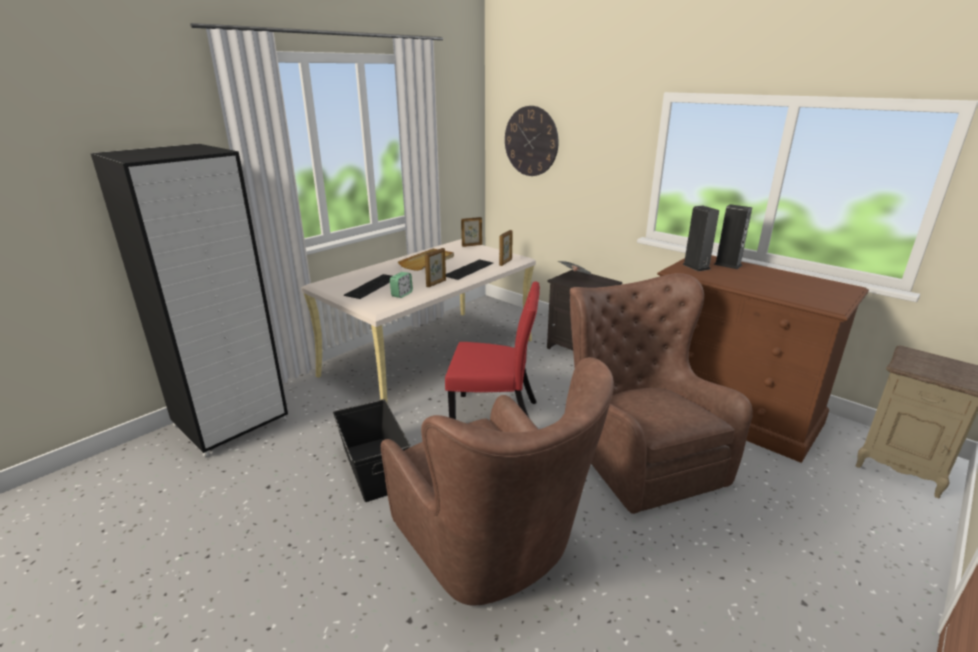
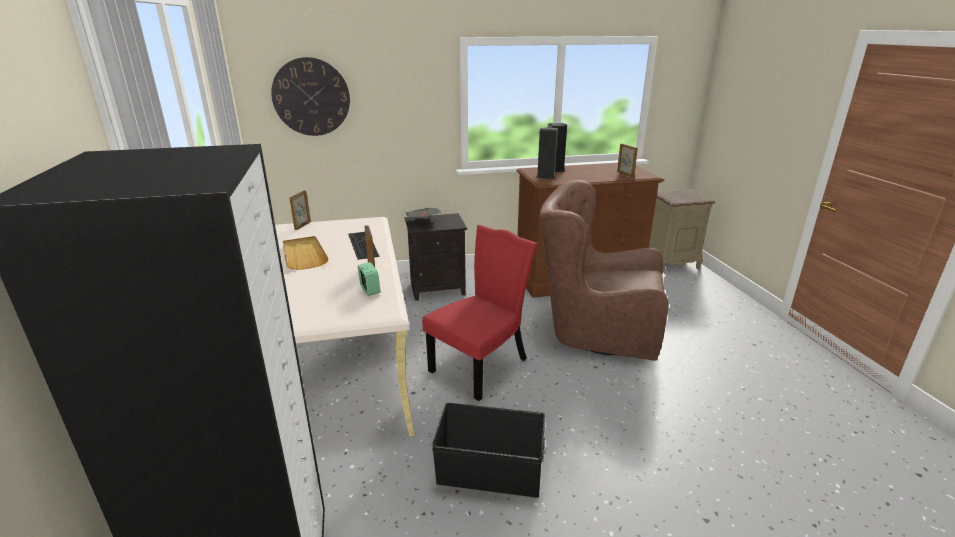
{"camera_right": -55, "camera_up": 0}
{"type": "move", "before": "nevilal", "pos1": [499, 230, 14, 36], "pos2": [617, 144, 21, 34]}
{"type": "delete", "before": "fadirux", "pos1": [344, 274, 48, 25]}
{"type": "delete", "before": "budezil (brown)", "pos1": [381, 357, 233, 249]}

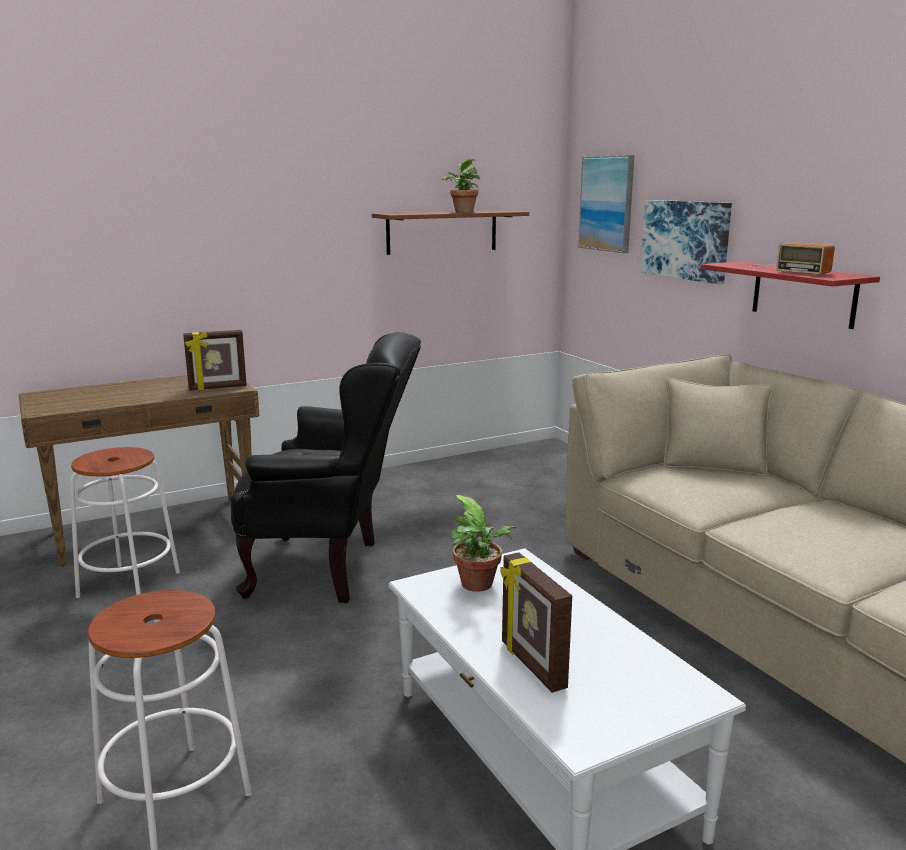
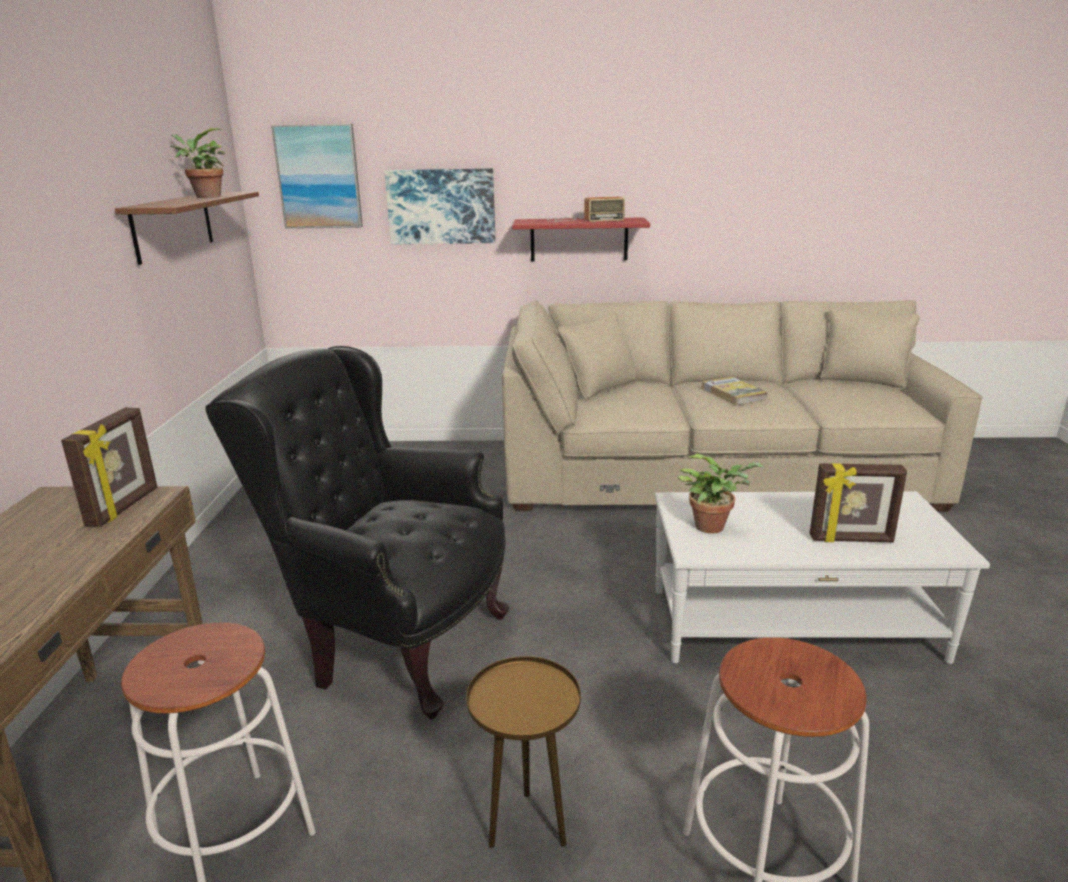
{"camera_right": -60, "camera_up": 5}
{"type": "rotate", "before": "budezil (black)", "pos1": [231, 332, 190, 271], "pos2": [205, 346, 304, 373], "turn": -105}
{"type": "insert", "after": "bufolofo", "pos2": [702, 377, 66, 28]}
{"type": "insert", "after": "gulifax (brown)", "pos2": [466, 656, 115, 192]}

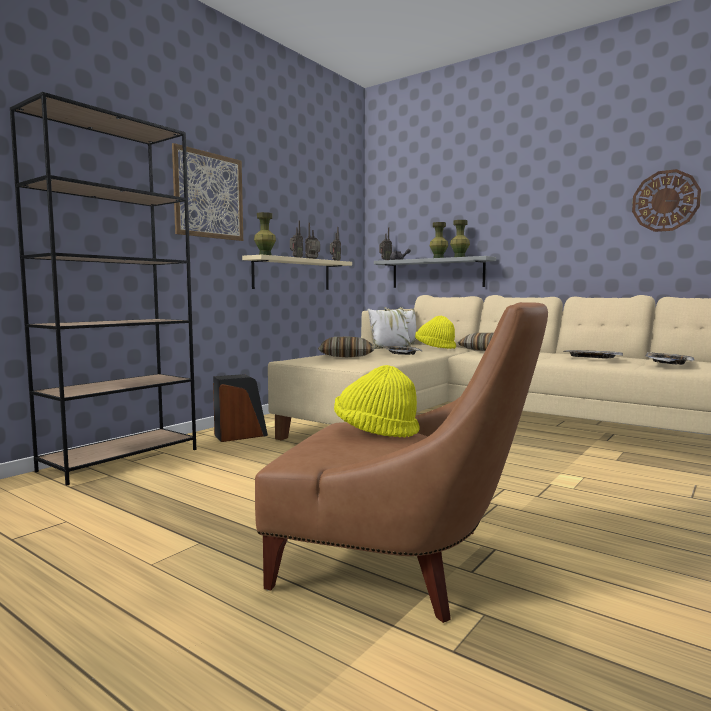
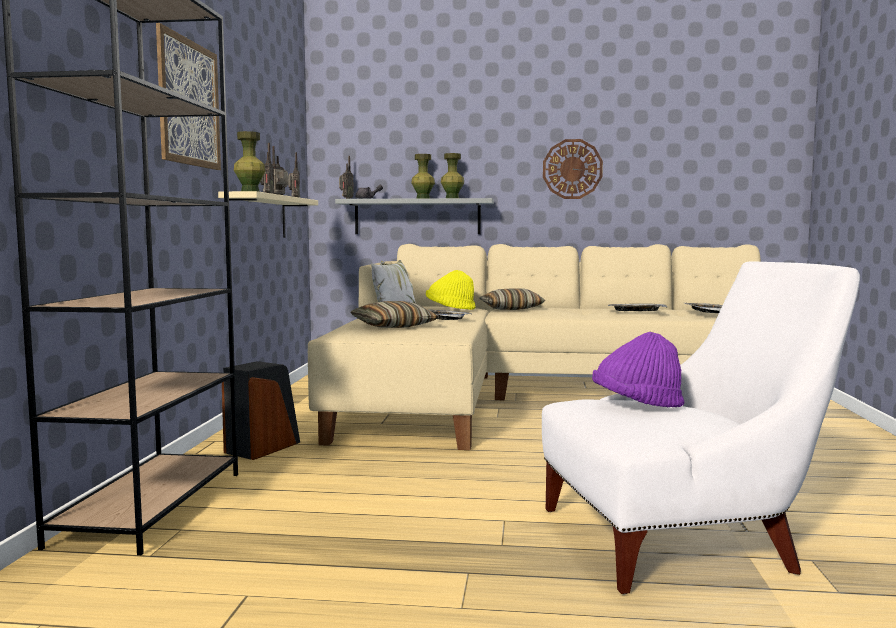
{"camera_right": -30, "camera_up": 0}
{"type": "move", "before": "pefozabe", "pos1": [632, 169, 69, 63], "pos2": [543, 139, 60, 60]}
{"type": "recolor", "before": "budezil (brown)", "after": "budezil (white)", "pos1": [255, 302, 293, 321], "pos2": [542, 261, 318, 333]}
{"type": "recolor", "before": "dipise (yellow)", "after": "dipise (purple)", "pos1": [334, 365, 85, 73], "pos2": [592, 332, 93, 75]}

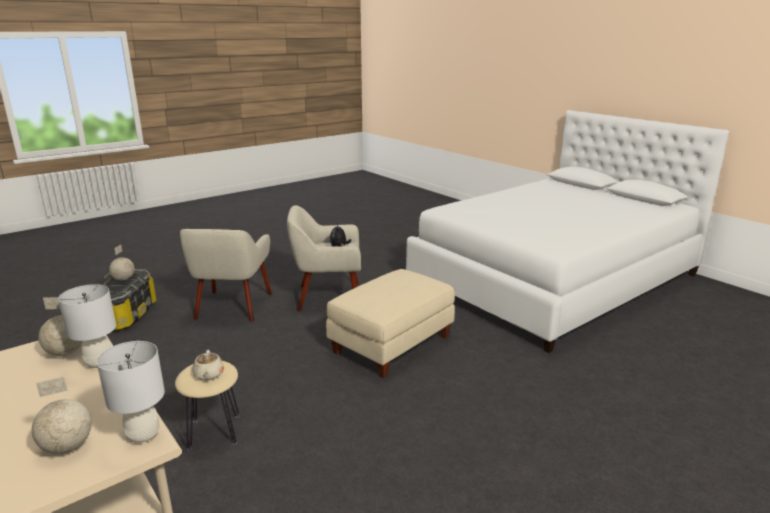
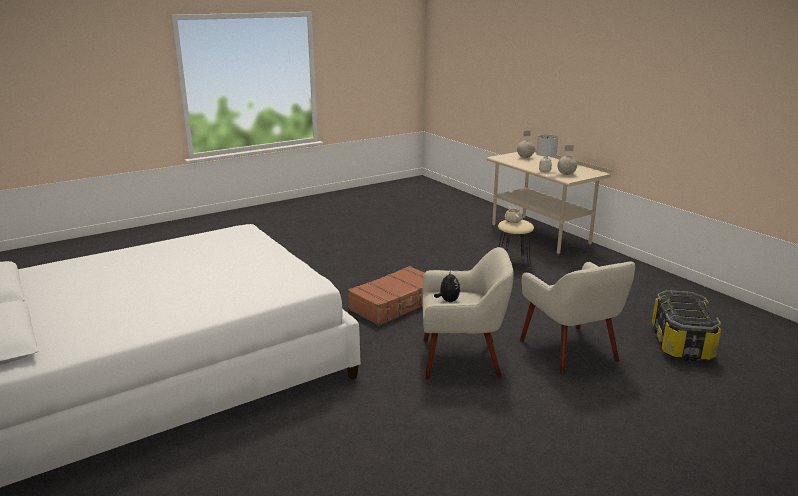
{"camera_right": -175, "camera_up": 0}
{"type": "rotate", "before": "budezil (beige)", "pos1": [180, 229, 92, 93], "pos2": [520, 262, 115, 113], "turn": 150}
{"type": "delete", "before": "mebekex", "pos1": [109, 245, 26, 35]}
{"type": "replace", "before": "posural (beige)", "after": "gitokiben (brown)", "pos1": [326, 269, 129, 109], "pos2": [348, 266, 76, 60]}
{"type": "delete", "before": "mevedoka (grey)", "pos1": [97, 341, 68, 102]}

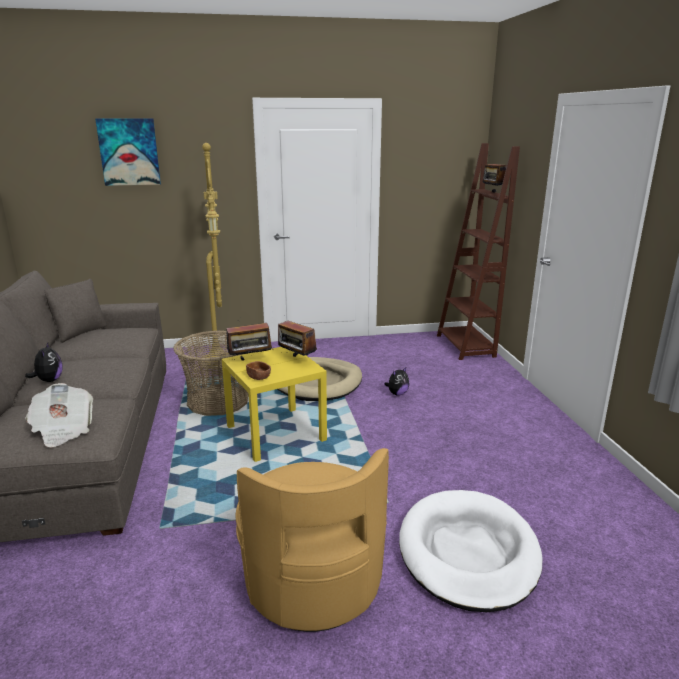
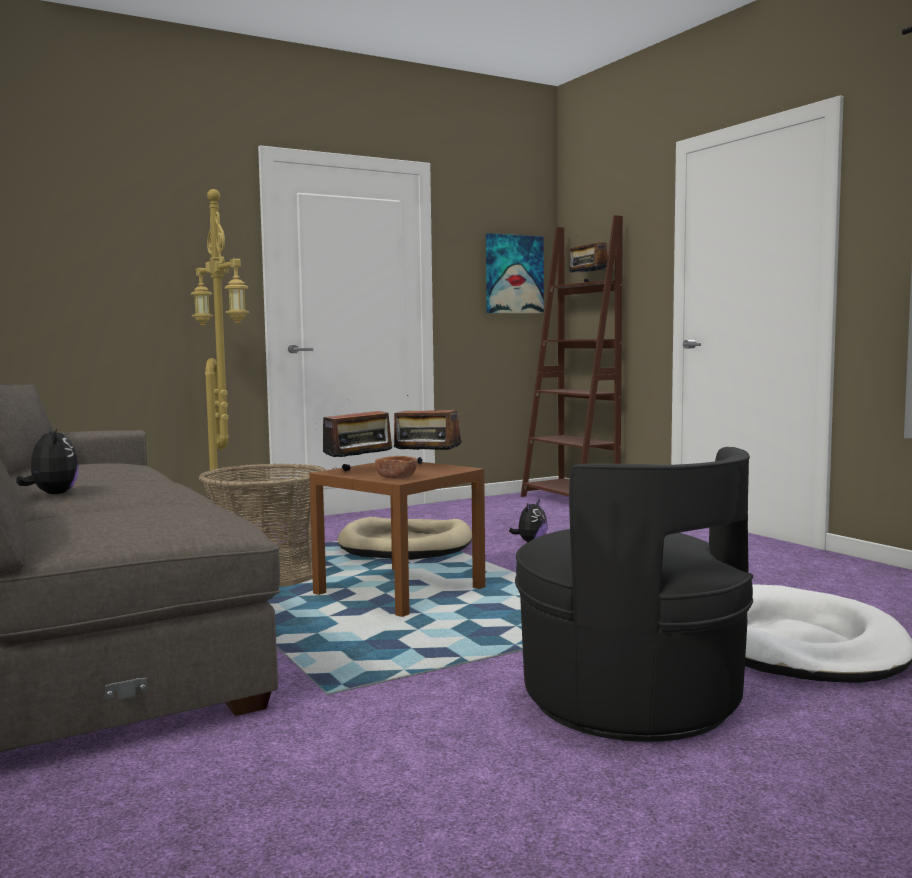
{"camera_right": -20, "camera_up": -15}
{"type": "move", "before": "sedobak", "pos1": [95, 118, 66, 68], "pos2": [486, 233, 58, 81]}
{"type": "recolor", "before": "gulifax (yellow)", "after": "gulifax (brown)", "pos1": [222, 347, 105, 115], "pos2": [309, 462, 176, 155]}
{"type": "delete", "before": "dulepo", "pos1": [26, 383, 67, 65]}
{"type": "recolor", "before": "budezil (beige)", "after": "budezil (black)", "pos1": [236, 448, 153, 184], "pos2": [515, 447, 238, 295]}

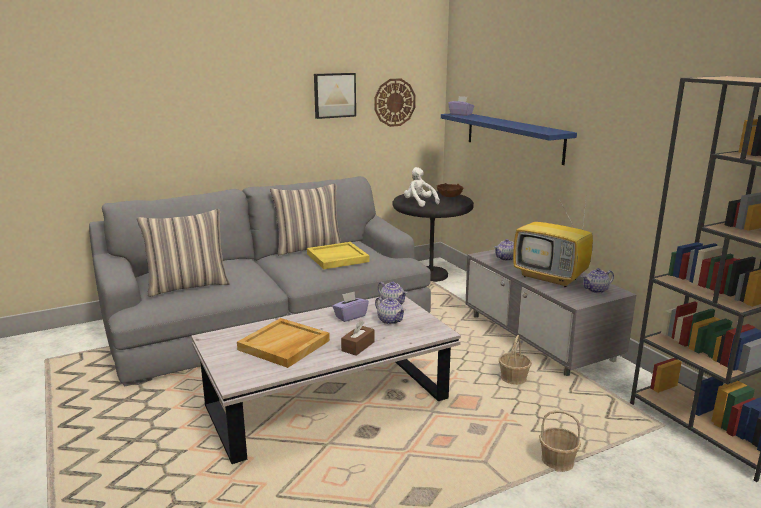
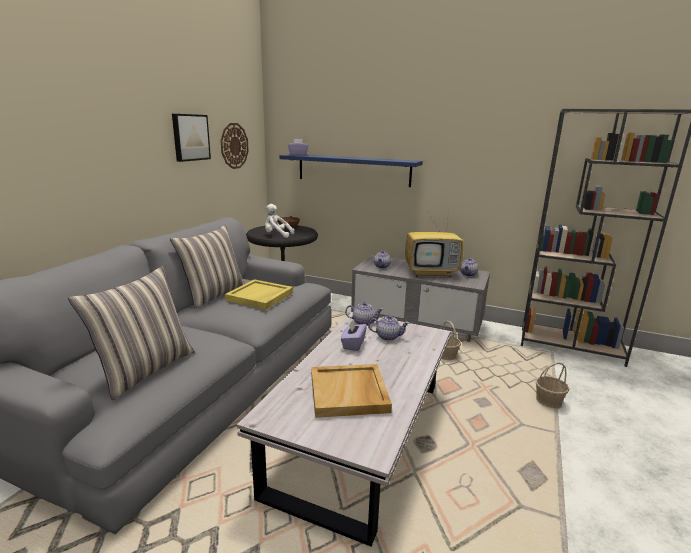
{"camera_right": -40, "camera_up": 0}
{"type": "delete", "before": "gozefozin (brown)", "pos1": [341, 320, 34, 36]}

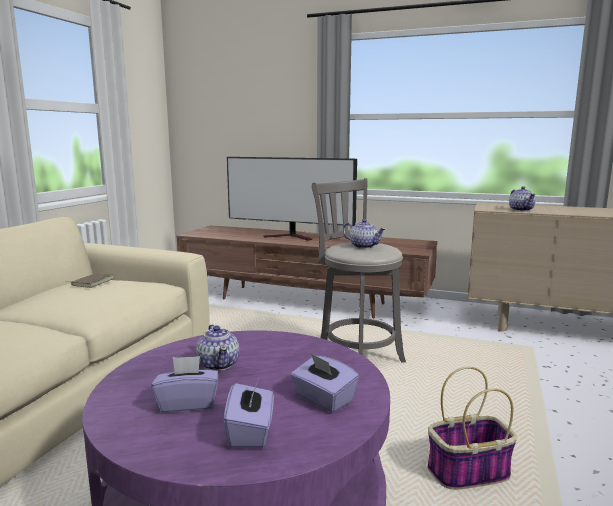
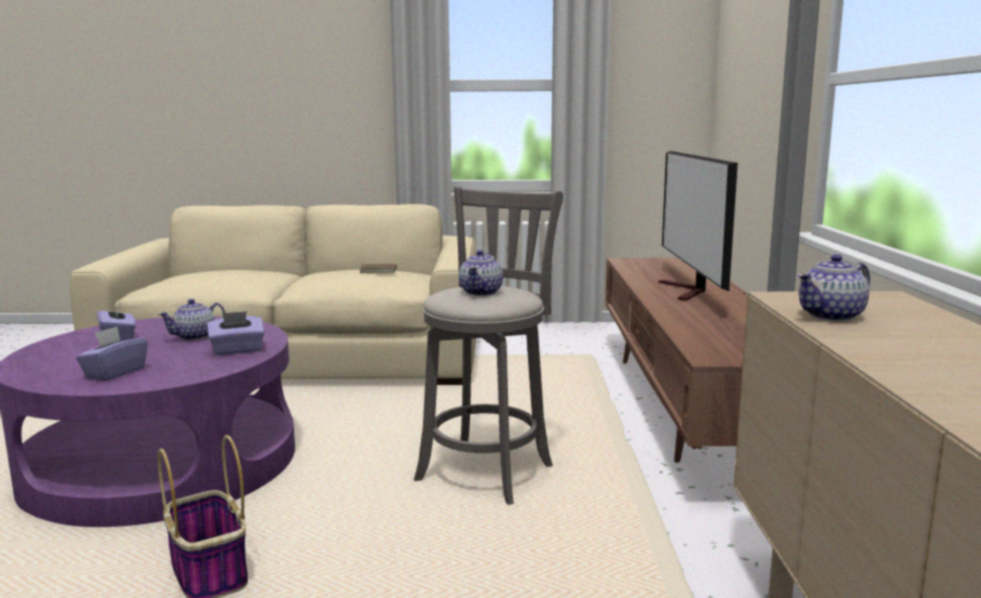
{"camera_right": 70, "camera_up": 0}
{"type": "move", "before": "gozefozin (purple)", "pos1": [224, 381, 50, 67], "pos2": [207, 311, 57, 44]}

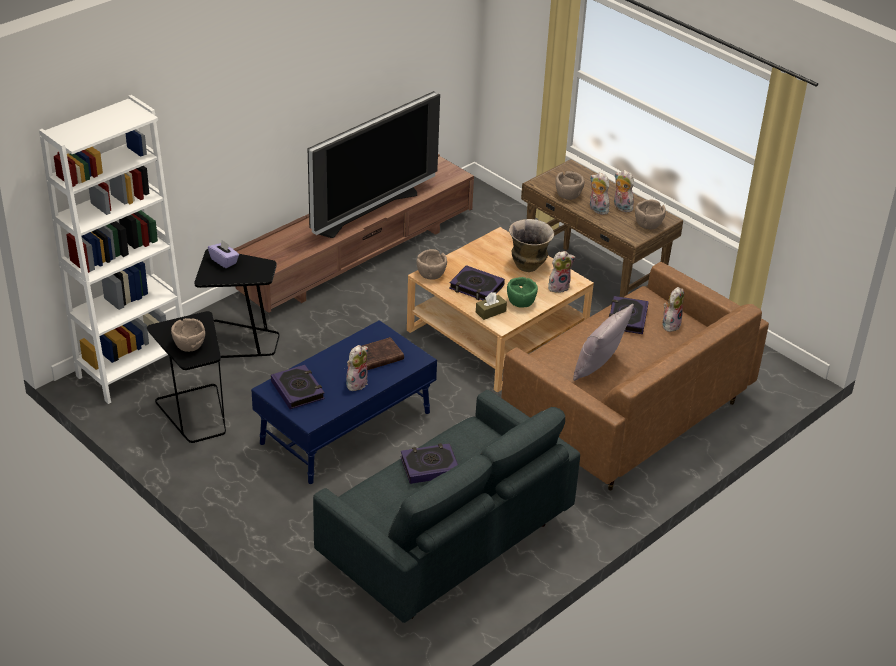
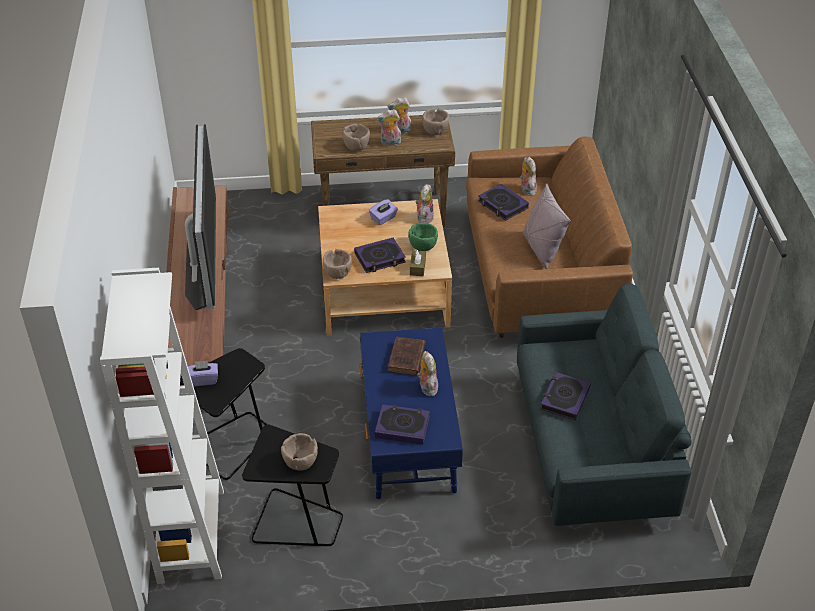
{"camera_right": -50, "camera_up": 5}
{"type": "replace", "before": "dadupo", "after": "gozefozin (purple)", "pos1": [509, 219, 45, 53], "pos2": [369, 199, 29, 26]}

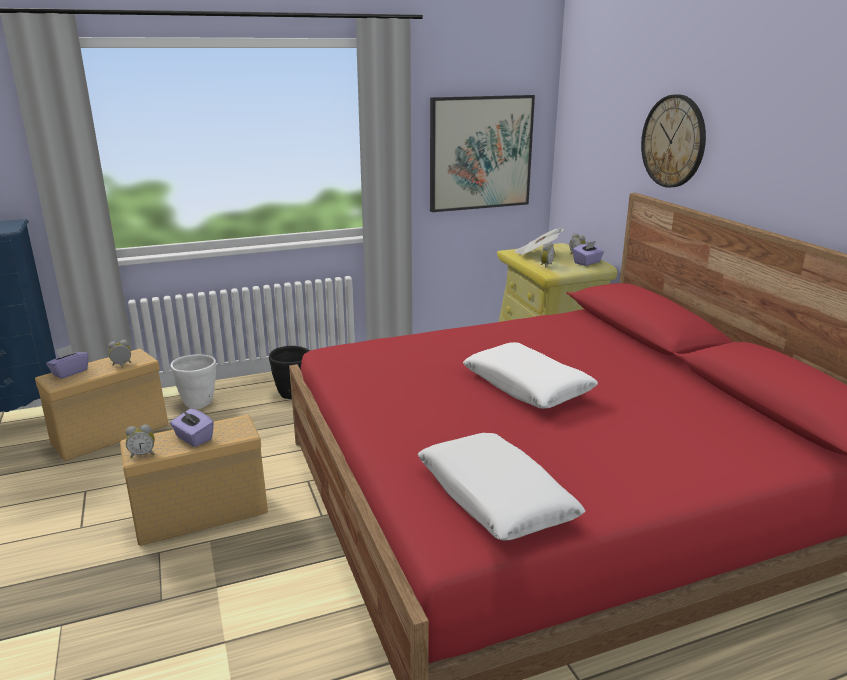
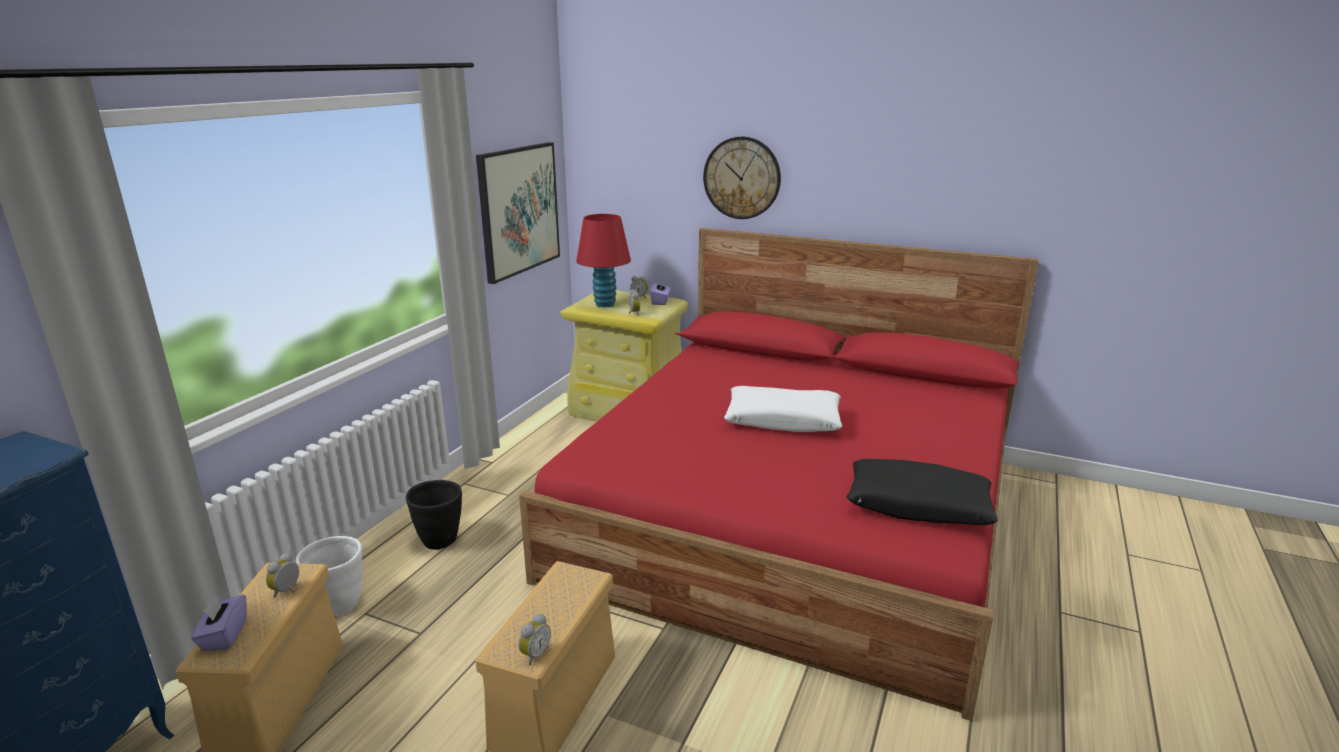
{"camera_right": -45, "camera_up": 0}
{"type": "replace", "before": "dulepo", "after": "mevedoka (red)", "pos1": [515, 228, 49, 27], "pos2": [576, 214, 55, 93]}
{"type": "delete", "before": "gozefozin (purple)", "pos1": [170, 409, 44, 38]}
{"type": "recolor", "before": "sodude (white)", "after": "sodude (black)", "pos1": [418, 433, 167, 108], "pos2": [847, 459, 151, 66]}

